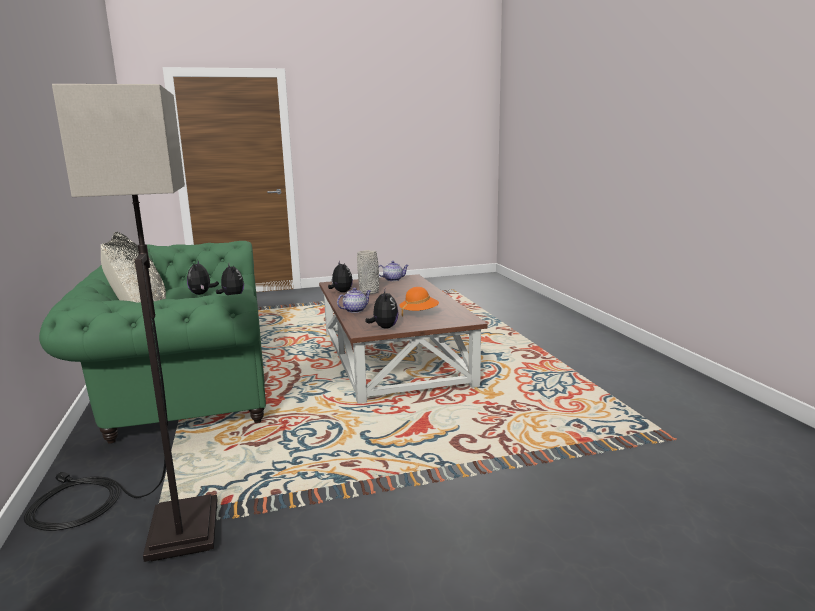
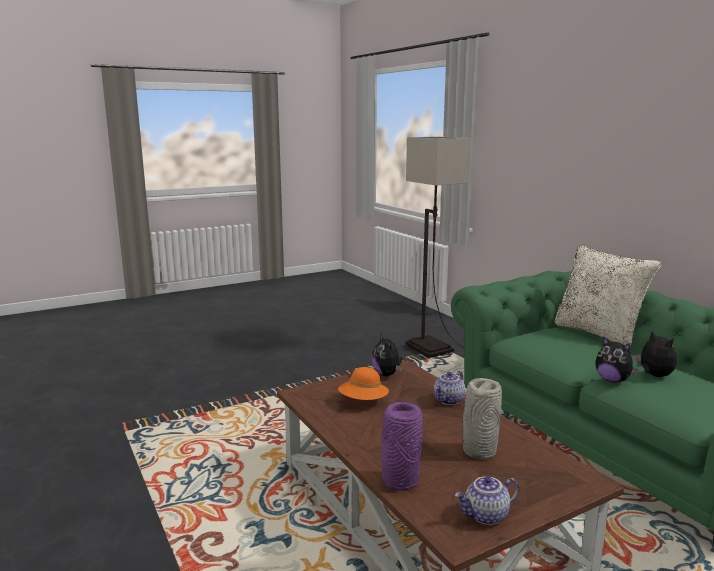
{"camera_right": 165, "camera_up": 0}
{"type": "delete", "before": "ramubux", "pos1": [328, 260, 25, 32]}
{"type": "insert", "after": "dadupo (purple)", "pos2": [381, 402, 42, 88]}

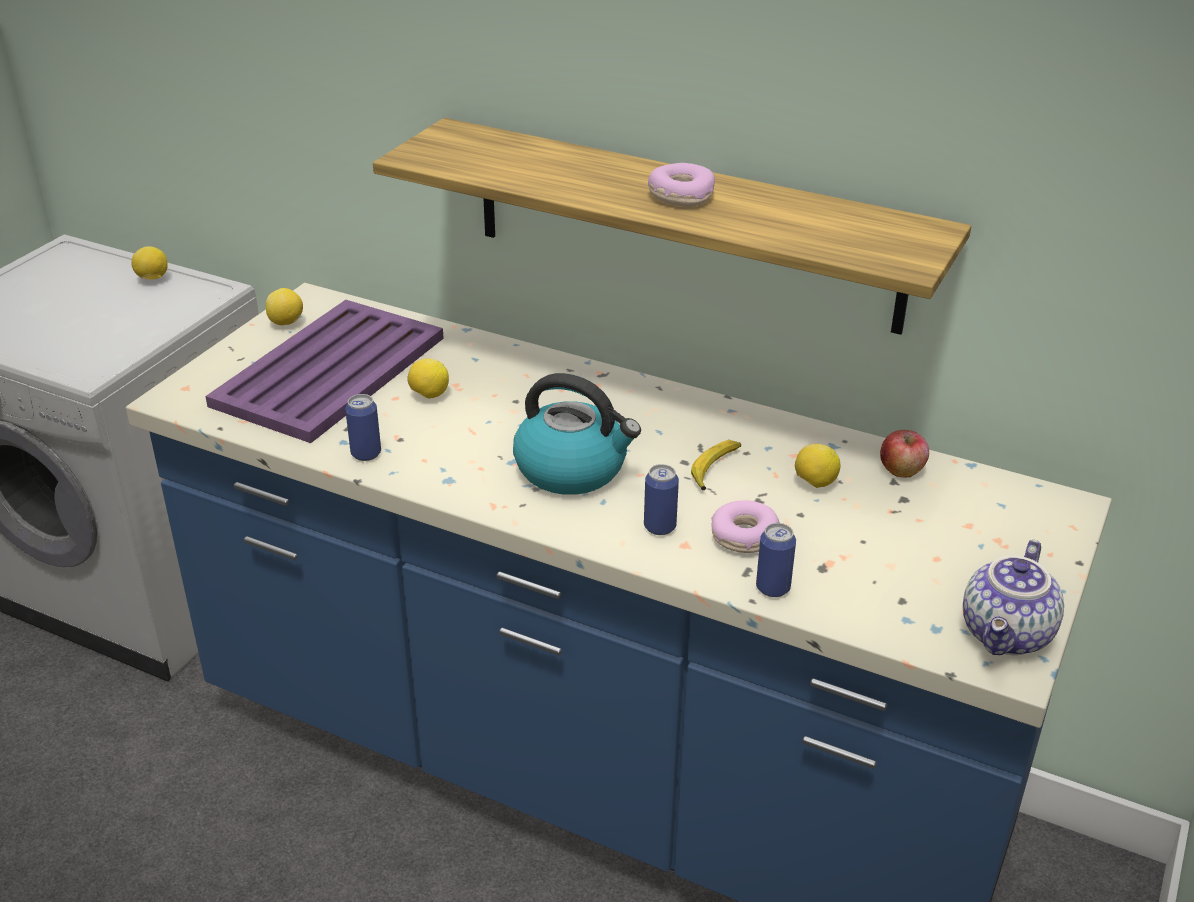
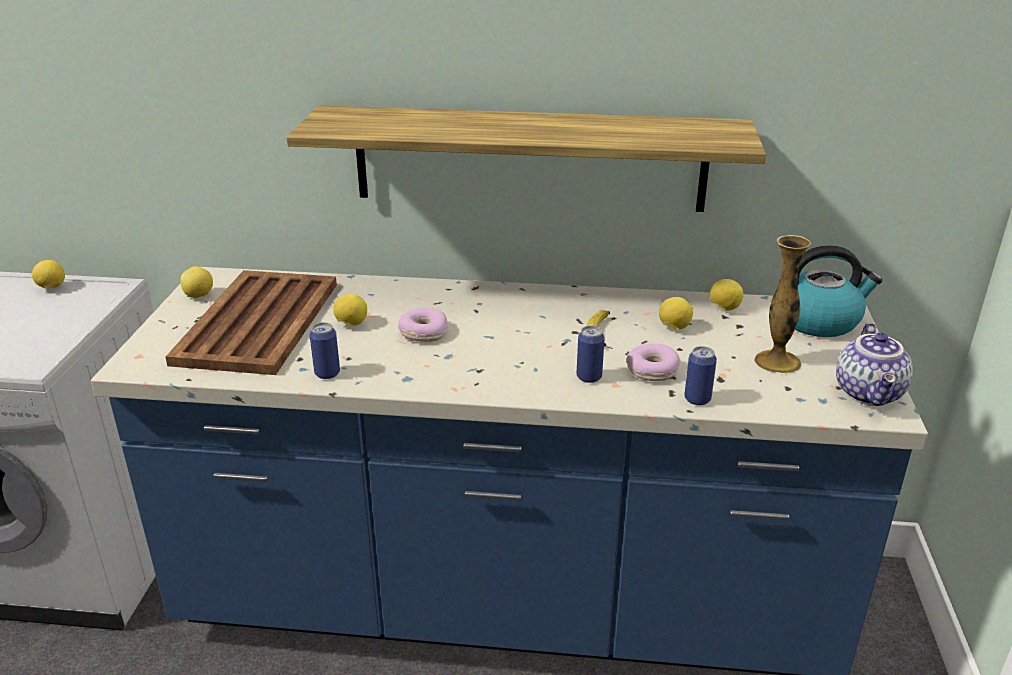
{"camera_right": -20, "camera_up": -5}
{"type": "move", "before": "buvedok", "pos1": [648, 163, 67, 44], "pos2": [398, 308, 50, 34]}
{"type": "recolor", "before": "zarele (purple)", "after": "zarele (brown)", "pos1": [205, 300, 239, 143], "pos2": [166, 270, 171, 105]}
{"type": "move", "before": "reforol", "pos1": [513, 373, 128, 122], "pos2": [795, 245, 88, 92]}
{"type": "replace", "before": "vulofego", "after": "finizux", "pos1": [880, 430, 49, 48], "pos2": [710, 279, 34, 31]}
{"type": "insert", "after": "dadupo", "pos2": [754, 235, 57, 138]}

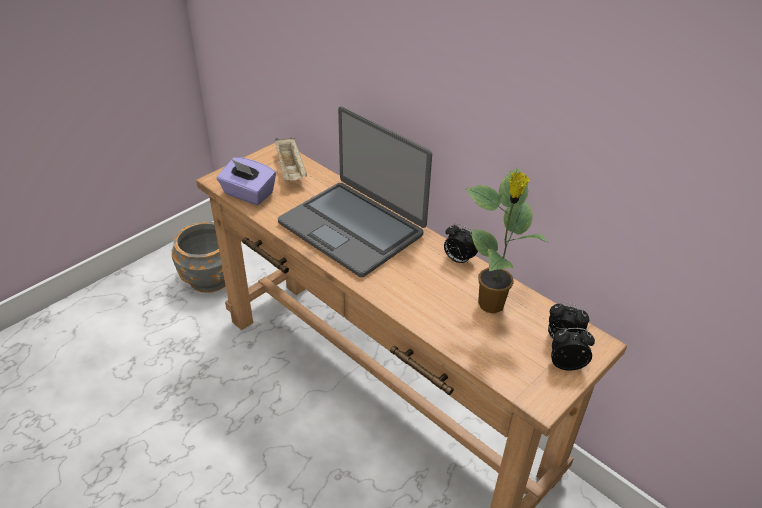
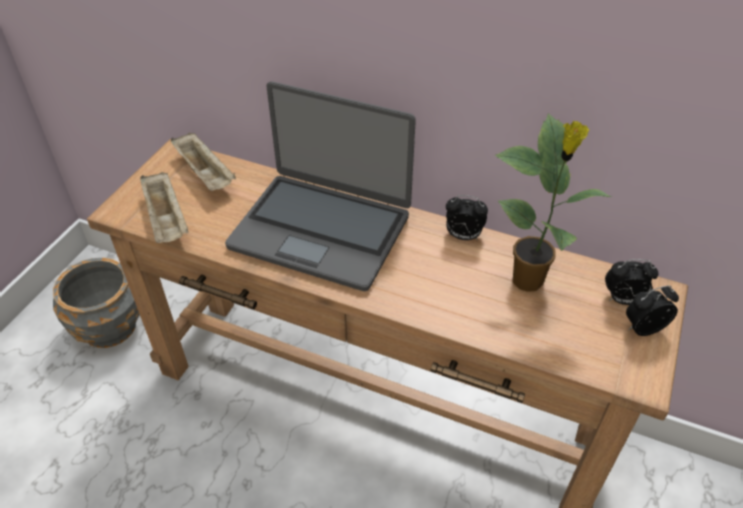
{"camera_right": -20, "camera_up": 5}
{"type": "replace", "before": "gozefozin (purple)", "after": "zarele (beige)", "pos1": [217, 157, 59, 48], "pos2": [140, 172, 48, 71]}

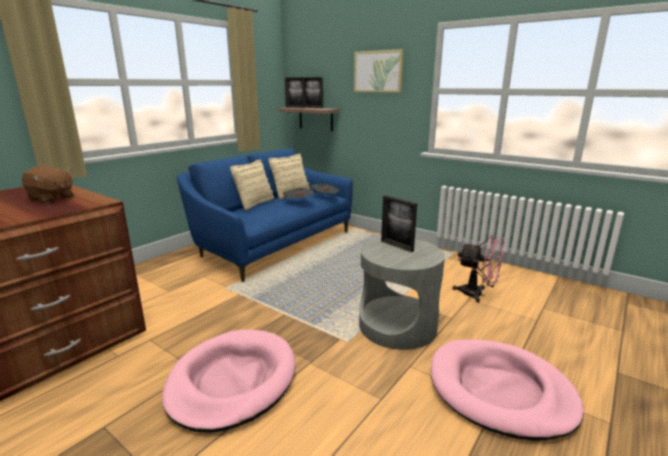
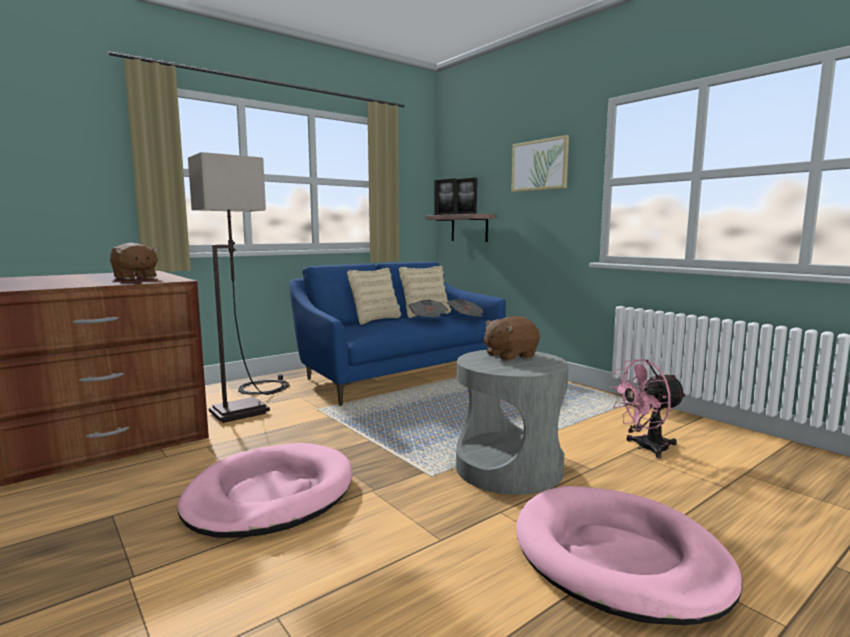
{"camera_right": 15, "camera_up": -10}
{"type": "replace", "before": "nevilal", "after": "ramubux (brown)", "pos1": [381, 195, 36, 57], "pos2": [484, 316, 56, 45]}
{"type": "rotate", "before": "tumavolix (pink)", "pos1": [452, 235, 52, 68], "pos2": [610, 359, 77, 100], "turn": 120}
{"type": "insert", "after": "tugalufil", "pos2": [188, 152, 101, 271]}

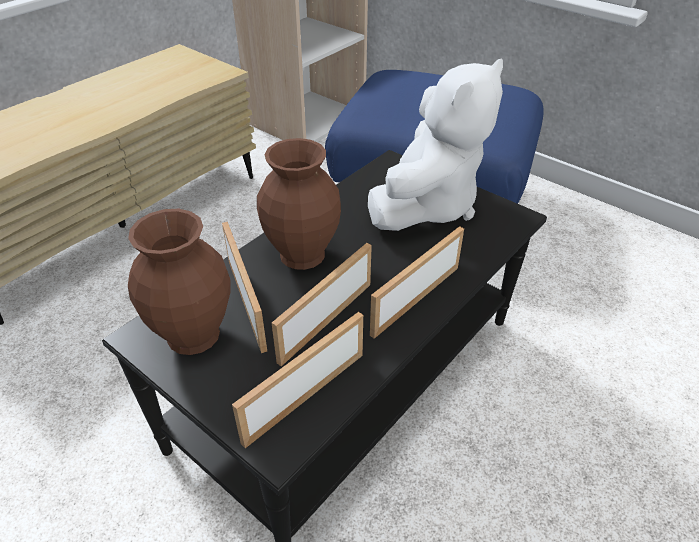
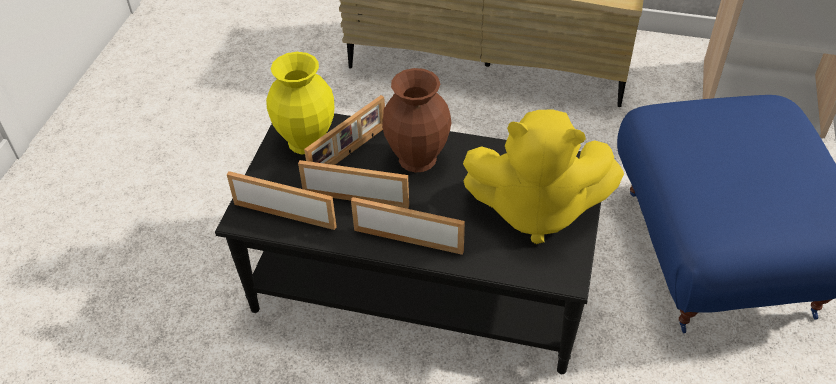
{"camera_right": 65, "camera_up": 5}
{"type": "recolor", "before": "ramubux (white)", "after": "ramubux (yellow)", "pos1": [368, 59, 135, 172], "pos2": [463, 110, 161, 134]}
{"type": "recolor", "before": "dadupo (brown)", "after": "dadupo (yellow)", "pos1": [128, 209, 103, 146], "pos2": [266, 52, 68, 102]}

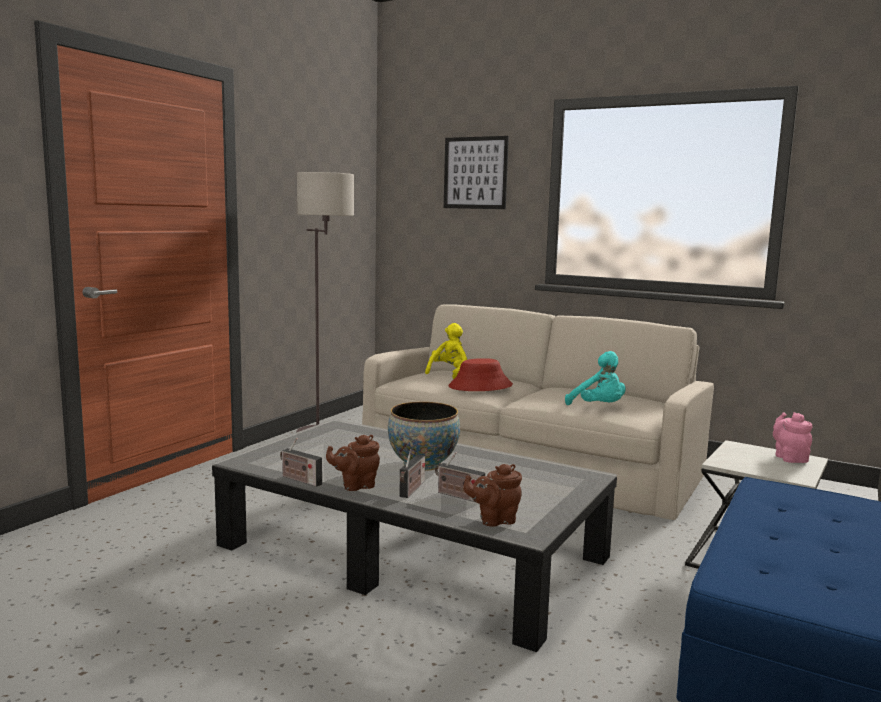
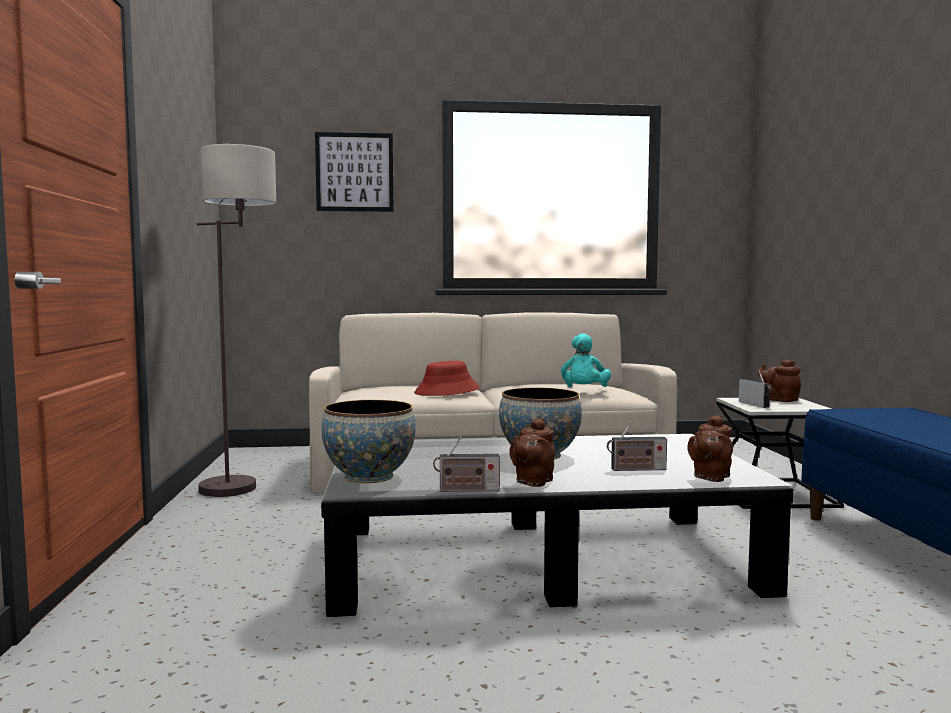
{"camera_right": -35, "camera_up": -5}
{"type": "delete", "before": "ramubux (yellow)", "pos1": [425, 323, 42, 56]}
{"type": "rotate", "before": "ramubux (turquoise)", "pos1": [565, 351, 61, 54], "pos2": [561, 333, 50, 54], "turn": 90}
{"type": "recolor", "before": "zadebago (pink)", "after": "zadebago (brown)", "pos1": [773, 412, 40, 51], "pos2": [758, 360, 43, 42]}
{"type": "move", "before": "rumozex", "pos1": [399, 449, 26, 49], "pos2": [739, 370, 33, 38]}
{"type": "insert", "after": "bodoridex", "pos2": [322, 400, 94, 83]}

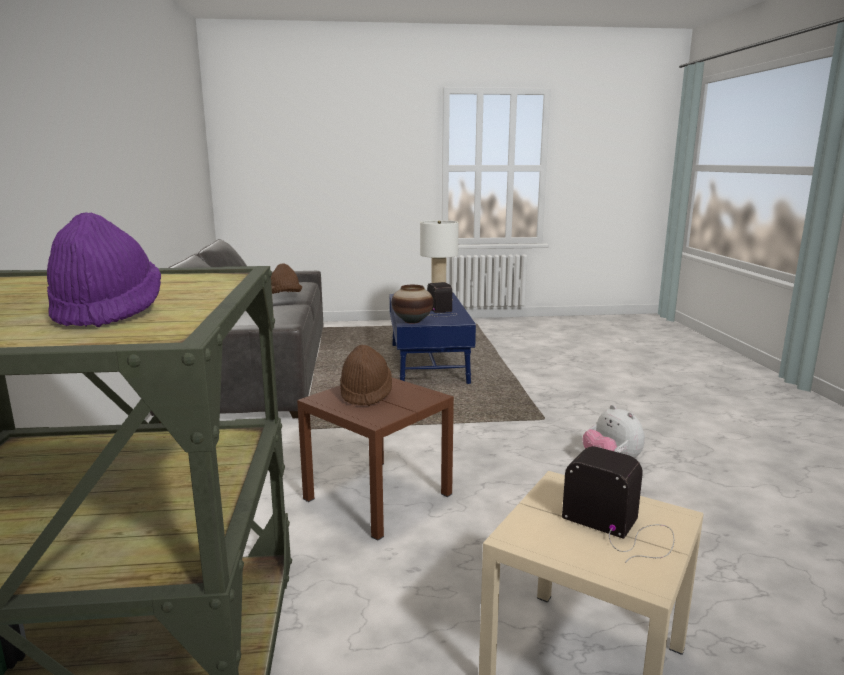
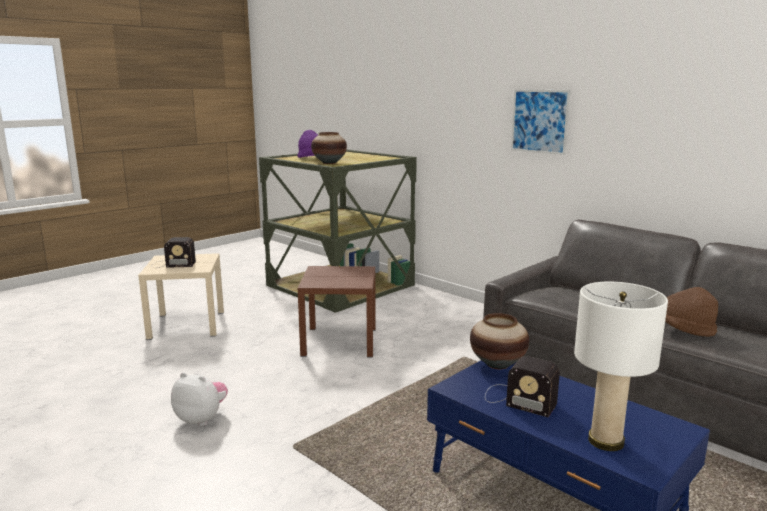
{"camera_right": 140, "camera_up": 0}
{"type": "delete", "before": "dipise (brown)", "pos1": [340, 344, 52, 62]}
{"type": "insert", "after": "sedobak", "pos2": [511, 90, 60, 65]}
{"type": "insert", "after": "dadupo", "pos2": [311, 132, 36, 32]}

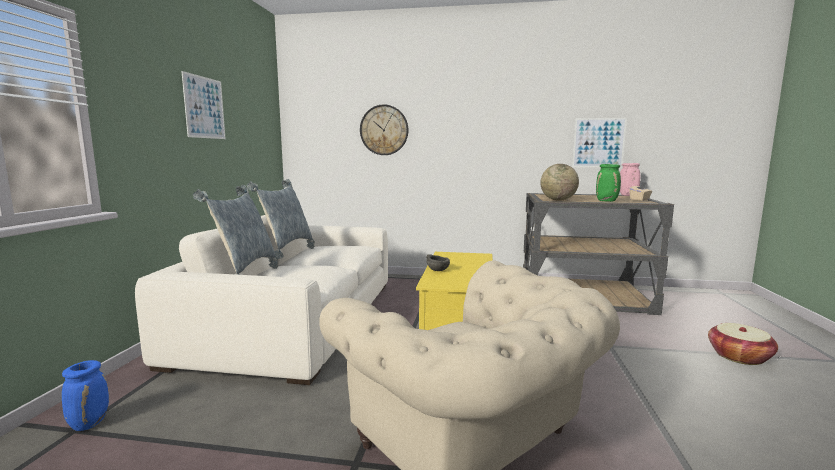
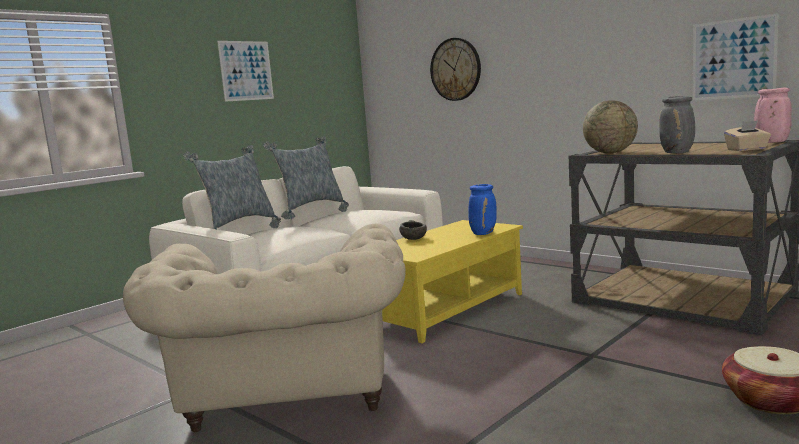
{"camera_right": 35, "camera_up": 0}
{"type": "recolor", "before": "dadupo (green)", "after": "dadupo (grey)", "pos1": [596, 164, 25, 38], "pos2": [659, 96, 36, 57]}
{"type": "move", "before": "dadupo (blue)", "pos1": [62, 360, 47, 71], "pos2": [469, 184, 28, 51]}

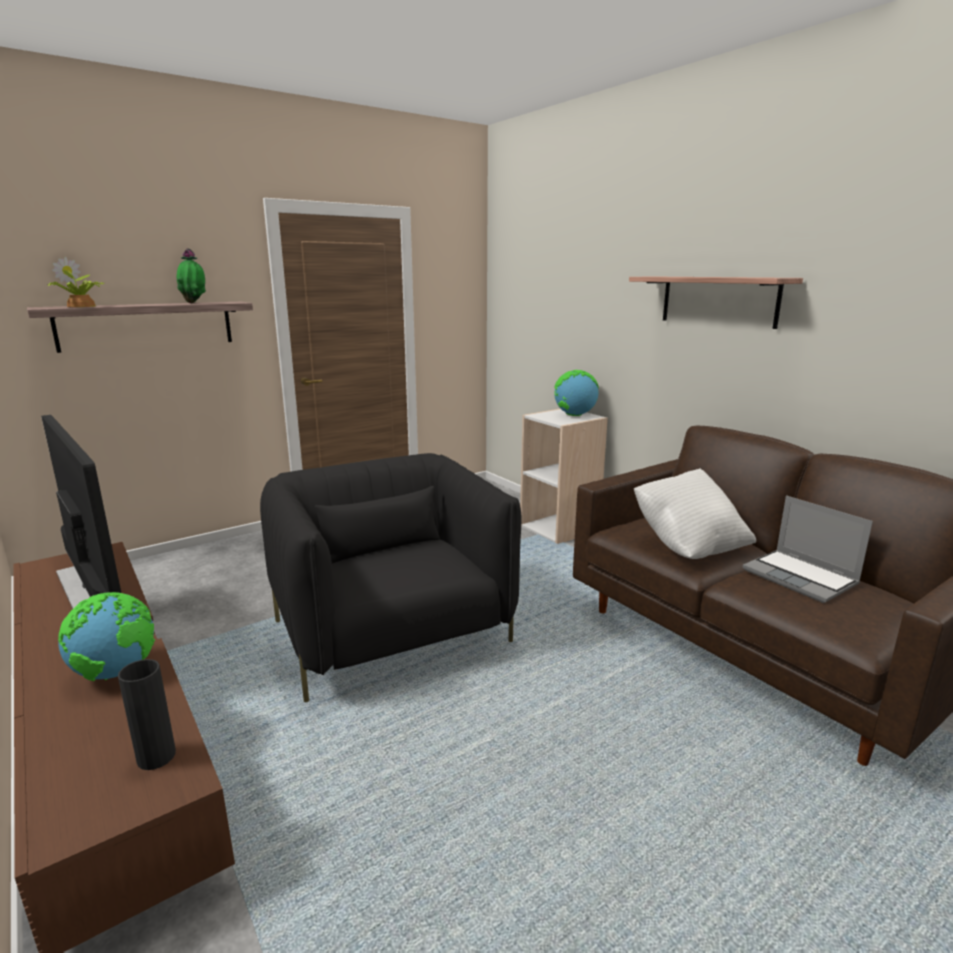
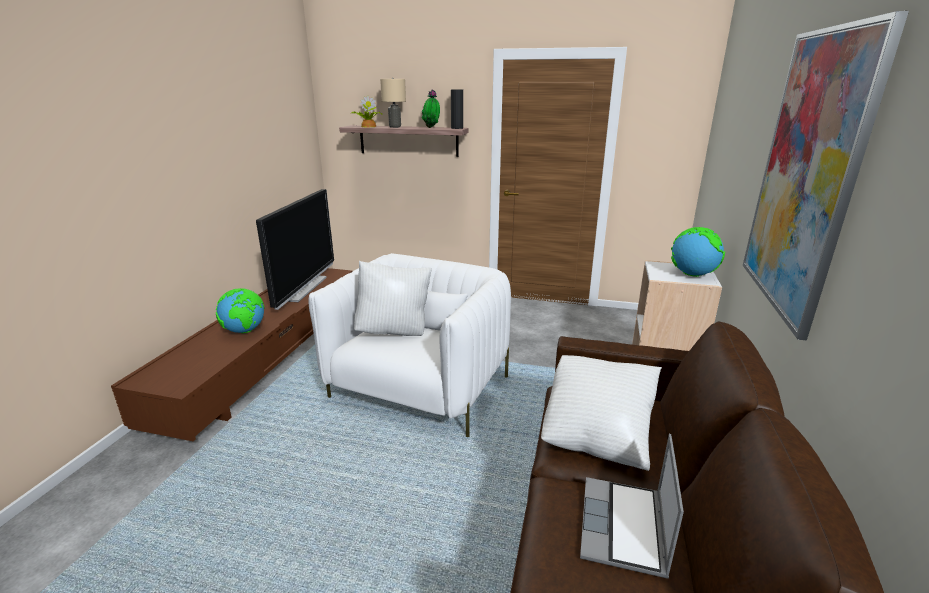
{"camera_right": 50, "camera_up": 5}
{"type": "replace", "before": "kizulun", "after": "sedobak", "pos1": [629, 277, 174, 52], "pos2": [743, 11, 166, 330]}
{"type": "recolor", "before": "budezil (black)", "after": "budezil (white)", "pos1": [260, 453, 261, 249], "pos2": [309, 253, 202, 184]}
{"type": "move", "before": "dadupo (black)", "pos1": [118, 659, 58, 111], "pos2": [451, 89, 12, 40]}
{"type": "insert", "after": "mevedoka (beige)", "pos2": [380, 78, 26, 50]}
{"type": "insert", "after": "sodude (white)", "pos2": [354, 261, 78, 75]}

